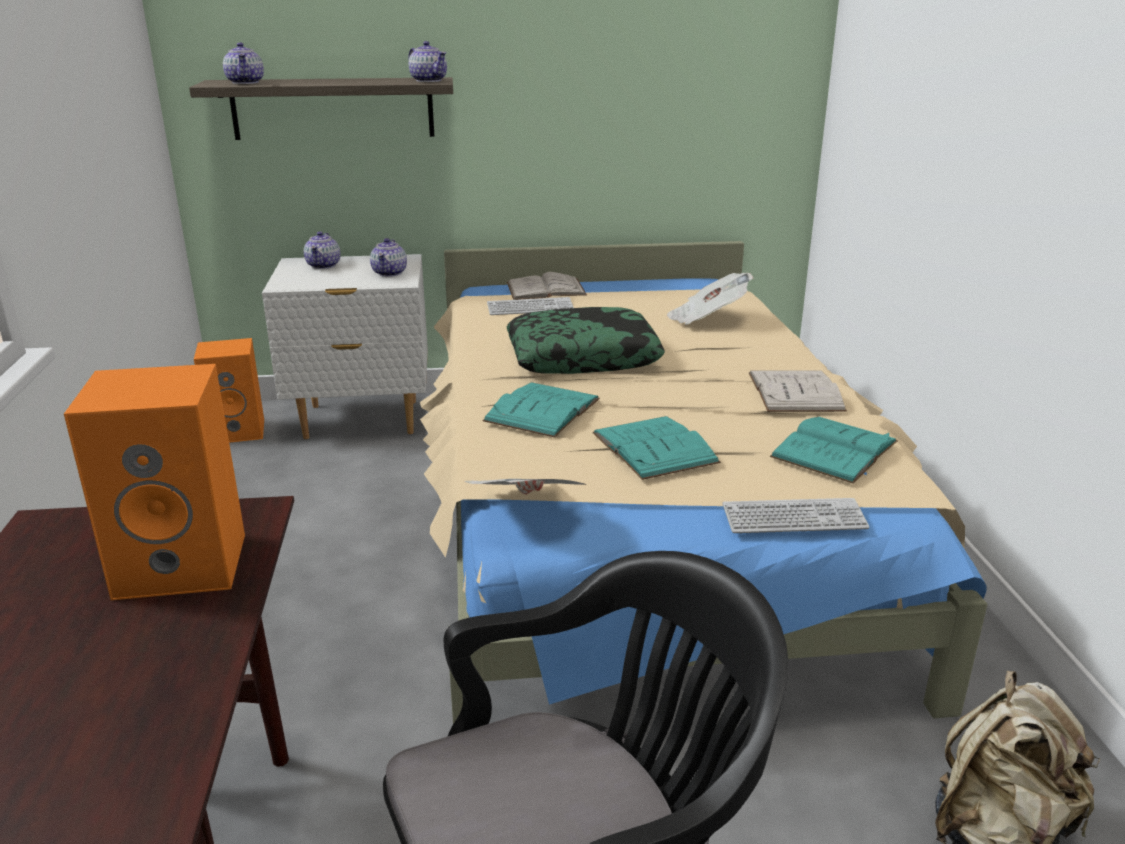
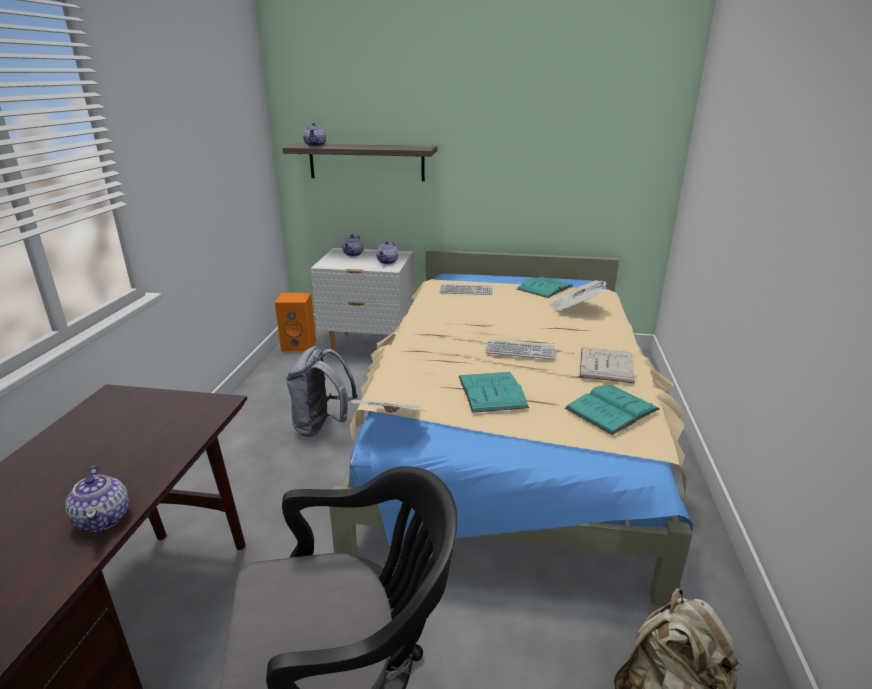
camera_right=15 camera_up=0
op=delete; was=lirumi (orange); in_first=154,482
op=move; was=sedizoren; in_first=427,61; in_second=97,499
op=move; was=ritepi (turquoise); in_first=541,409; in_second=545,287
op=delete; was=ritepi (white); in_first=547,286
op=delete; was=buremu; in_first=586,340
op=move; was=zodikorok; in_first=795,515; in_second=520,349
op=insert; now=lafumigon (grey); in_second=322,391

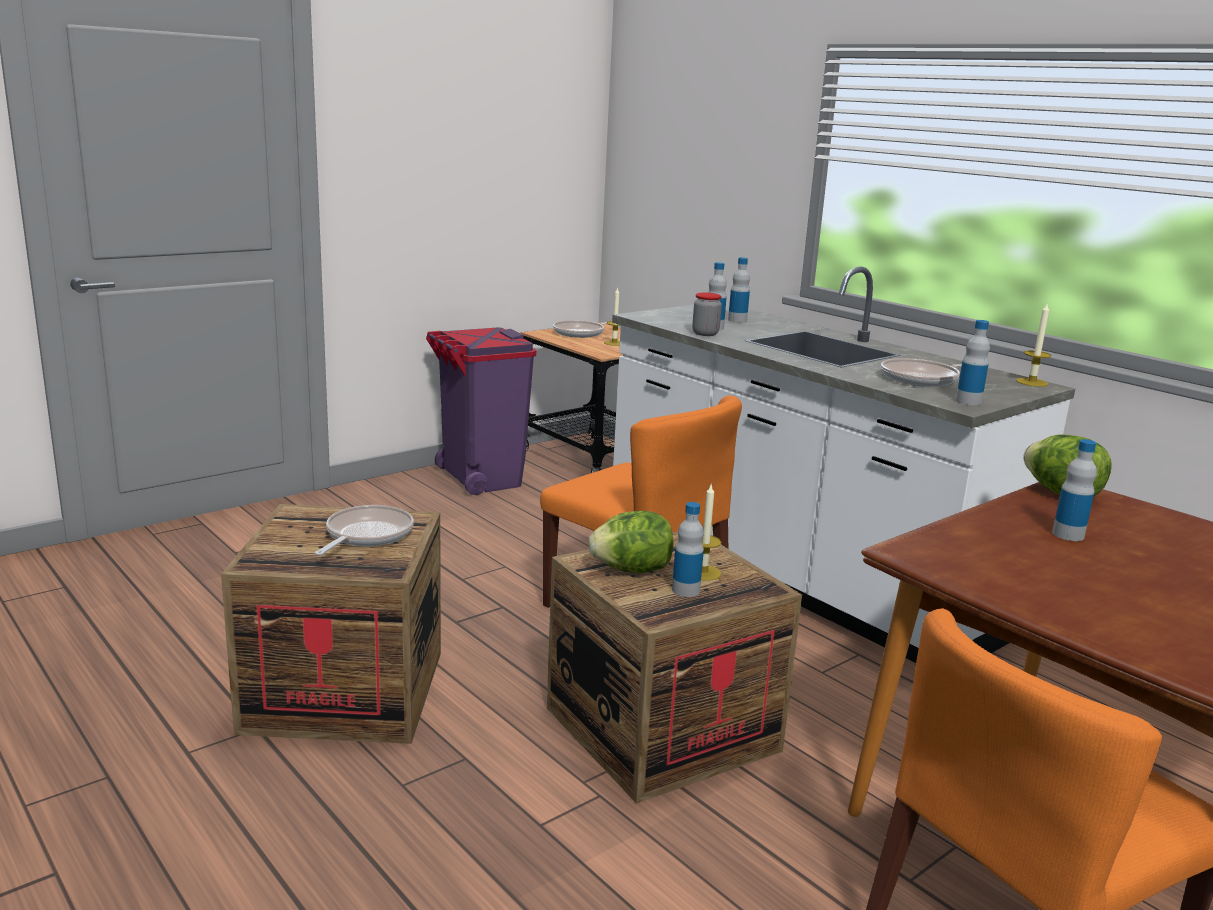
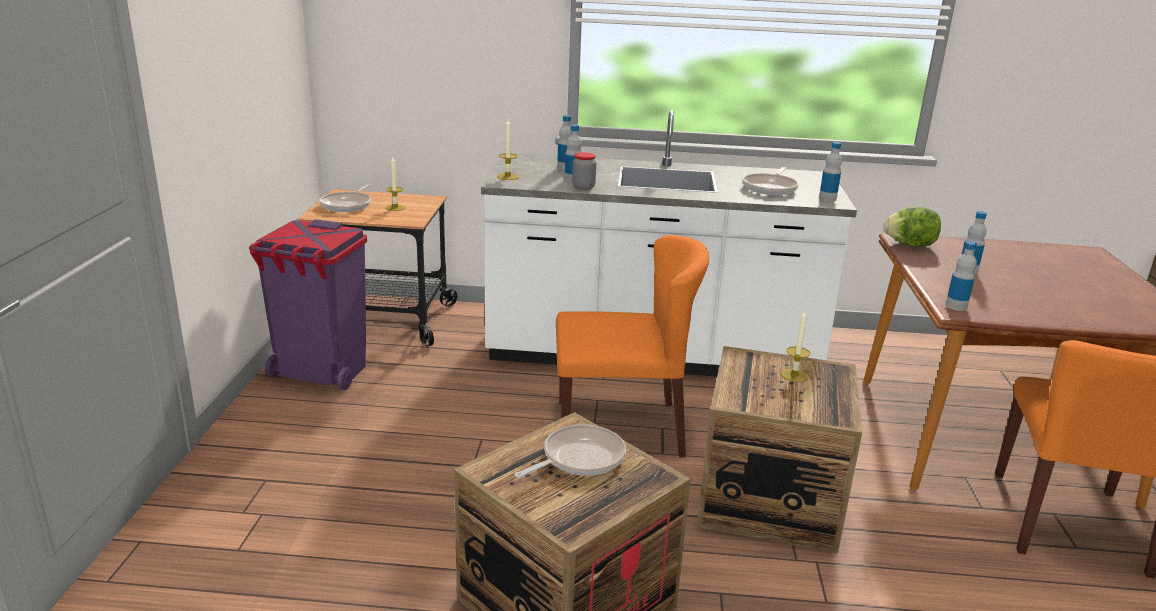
camera_right=-45 camera_up=5
op=rotate; was=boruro; in_first=364,530; in_second=570,451; clockwise=75
op=delete; was=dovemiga; in_first=631,542
op=move; was=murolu; in_first=688,549; in_second=961,276
op=move; was=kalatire; in_first=1033,345; in_second=508,149

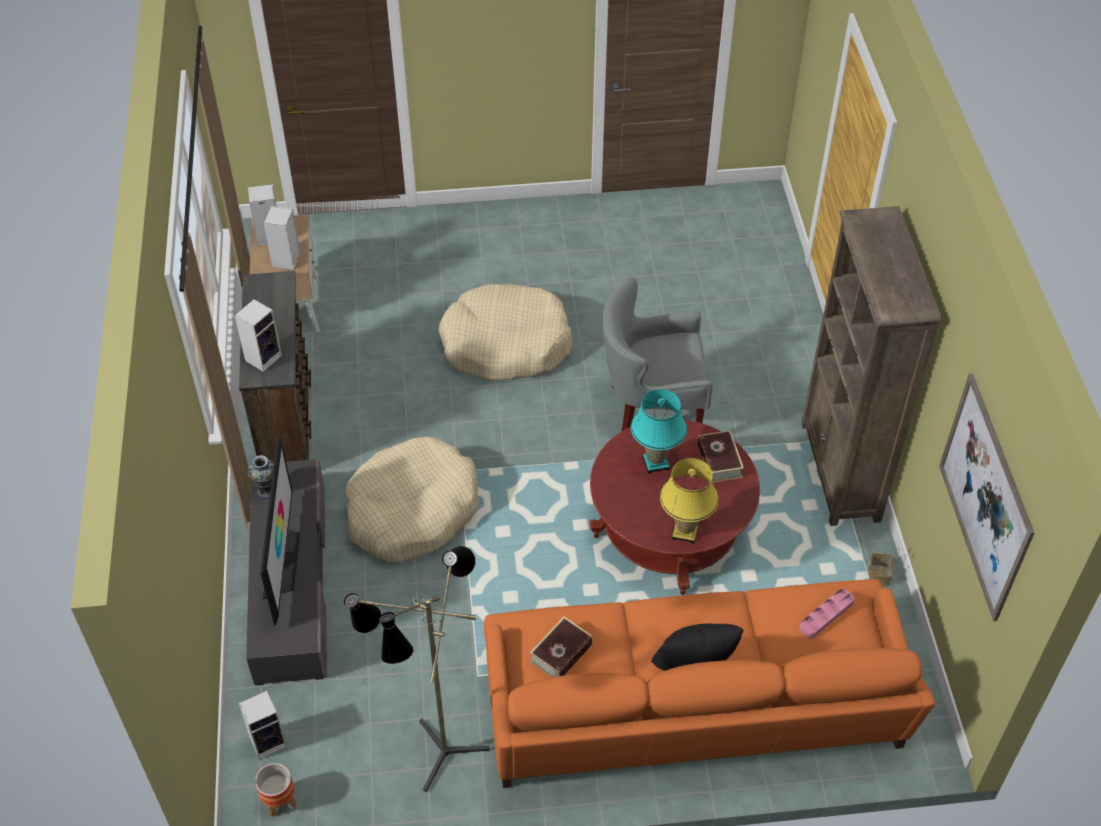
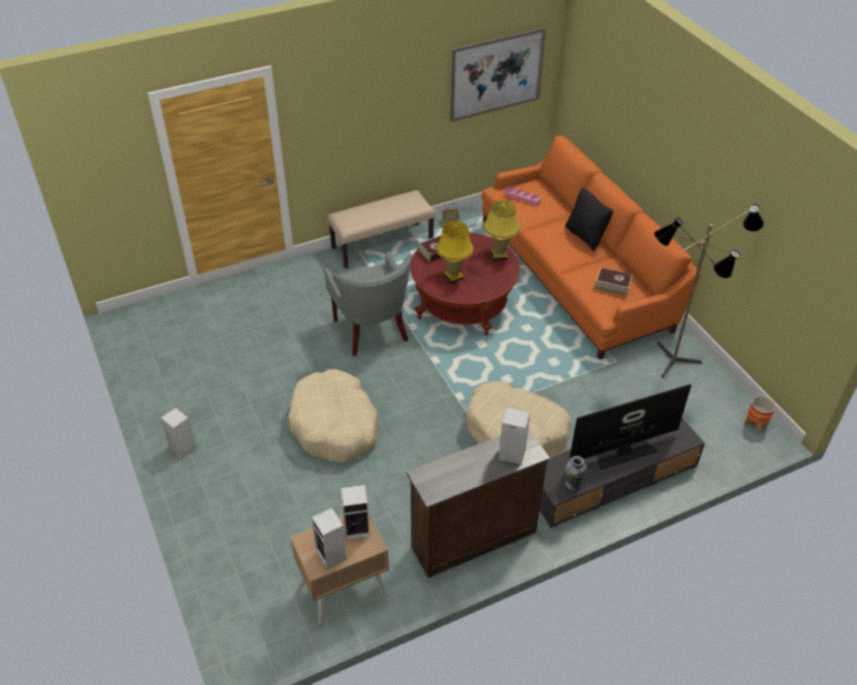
camera_right=-110 camera_up=-5
op=move; was=lirumi; in_first=263,725; in_second=179,433
op=recolor; was=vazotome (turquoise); now=vazotome (yellow); in_first=659,431; in_second=455,252
op=replace; was=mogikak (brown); now=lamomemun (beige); in_first=871,366; in_second=381,229

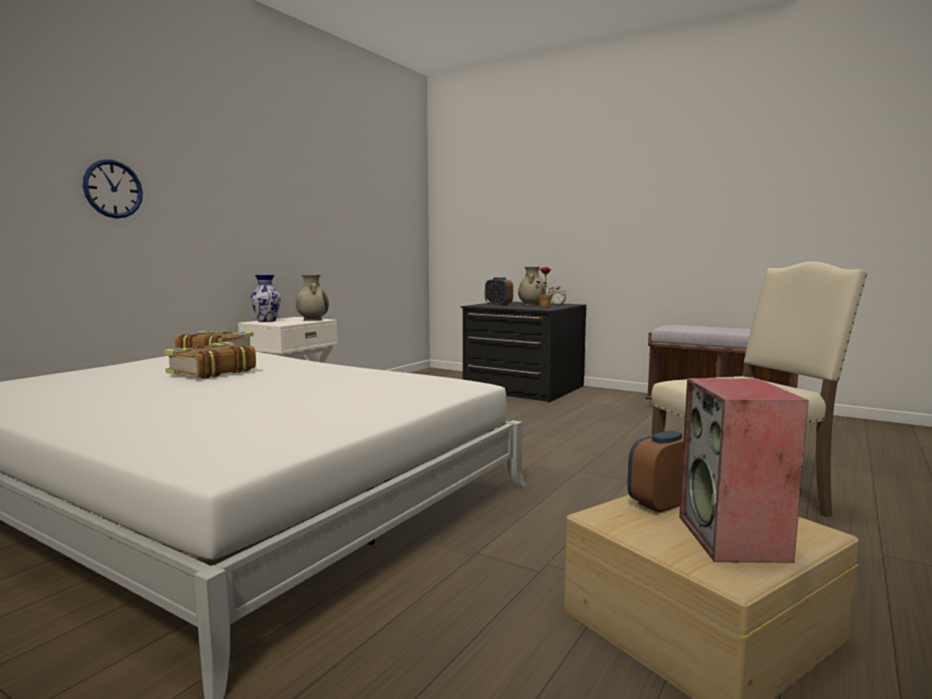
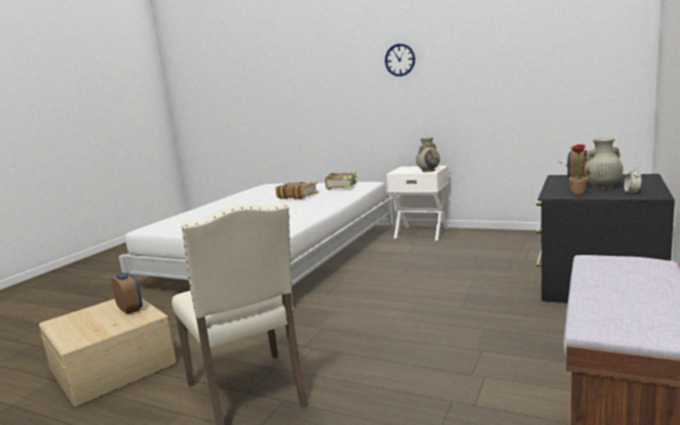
camera_right=85 camera_up=5
op=move; was=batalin; in_first=113,189; in_second=400,59
op=delete; was=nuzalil; in_first=265,298
op=delete; was=lirumi; in_first=744,470

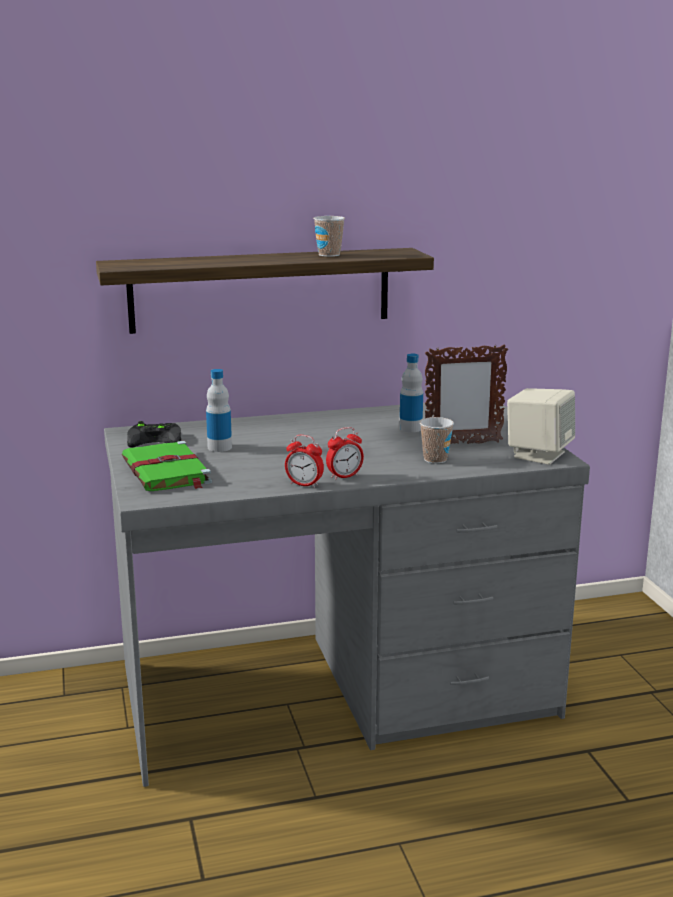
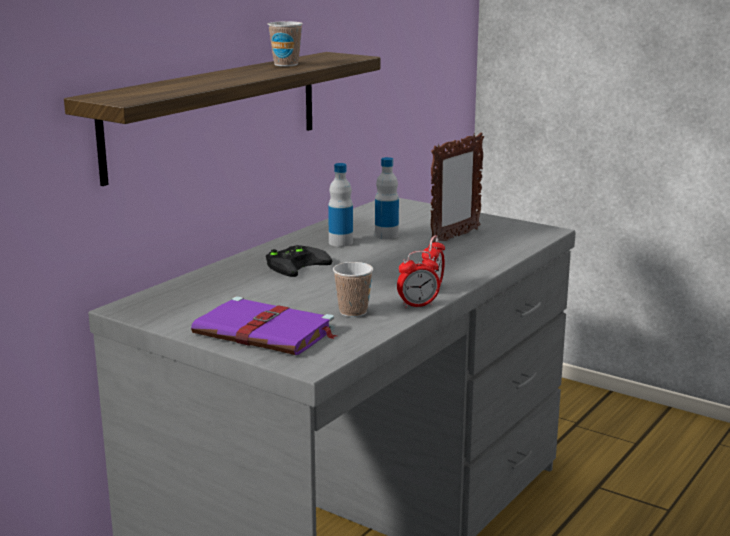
camera_right=-40 camera_up=0
op=recolor; was=ritepi (green); now=ritepi (purple); in_first=167,466; in_second=264,325
op=move; was=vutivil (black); in_first=154,434; in_second=299,261
op=move; was=murolu; in_first=219,410; in_second=340,205
op=move; was=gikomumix; in_first=436,440; in_second=353,289
op=delete; was=lirumi (beige); in_first=541,426

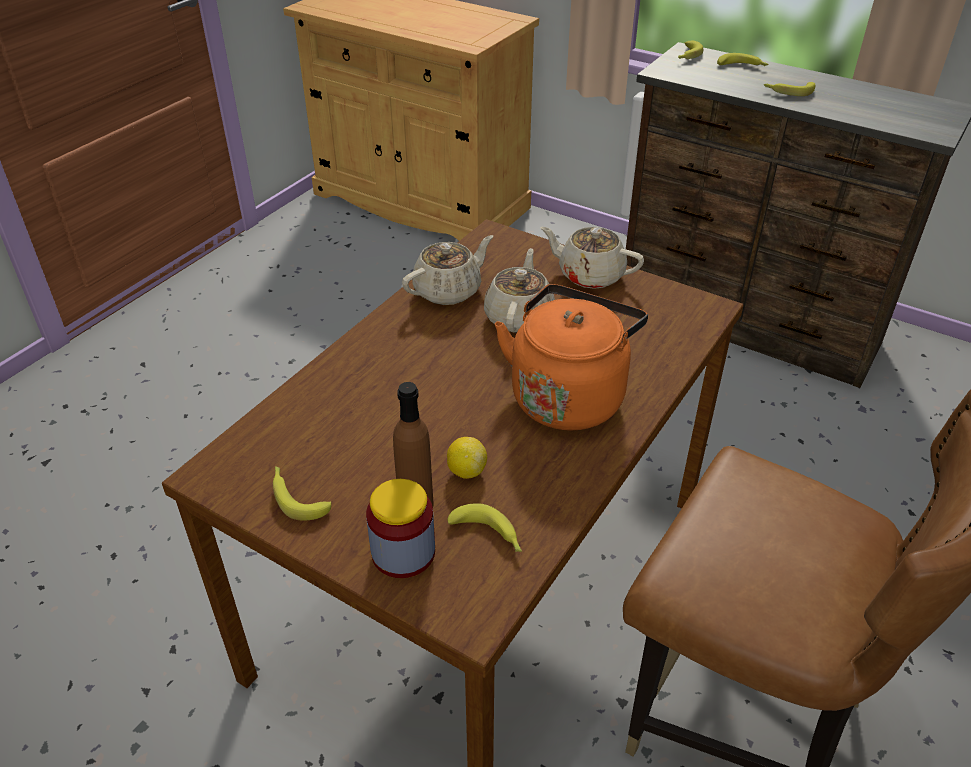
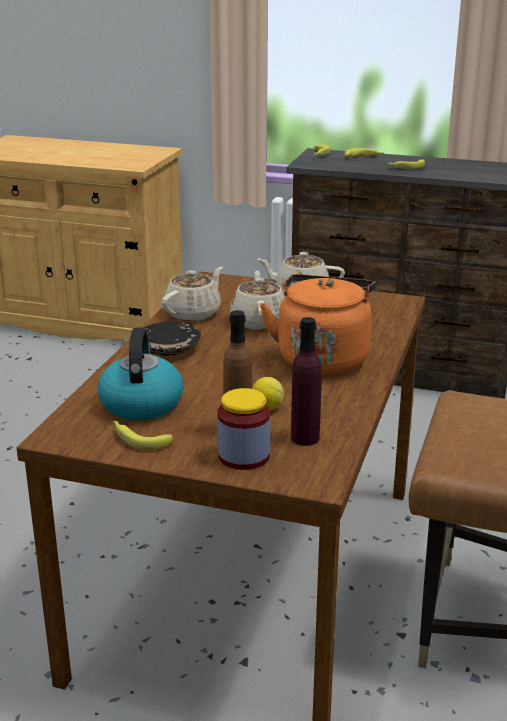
camera_right=-15 camera_up=-15
op=replace; was=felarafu; now=murolu (purple); in_first=484,527; in_second=306,381
op=insert; now=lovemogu; in_second=141,374
op=insert; now=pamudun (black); in_second=172,339

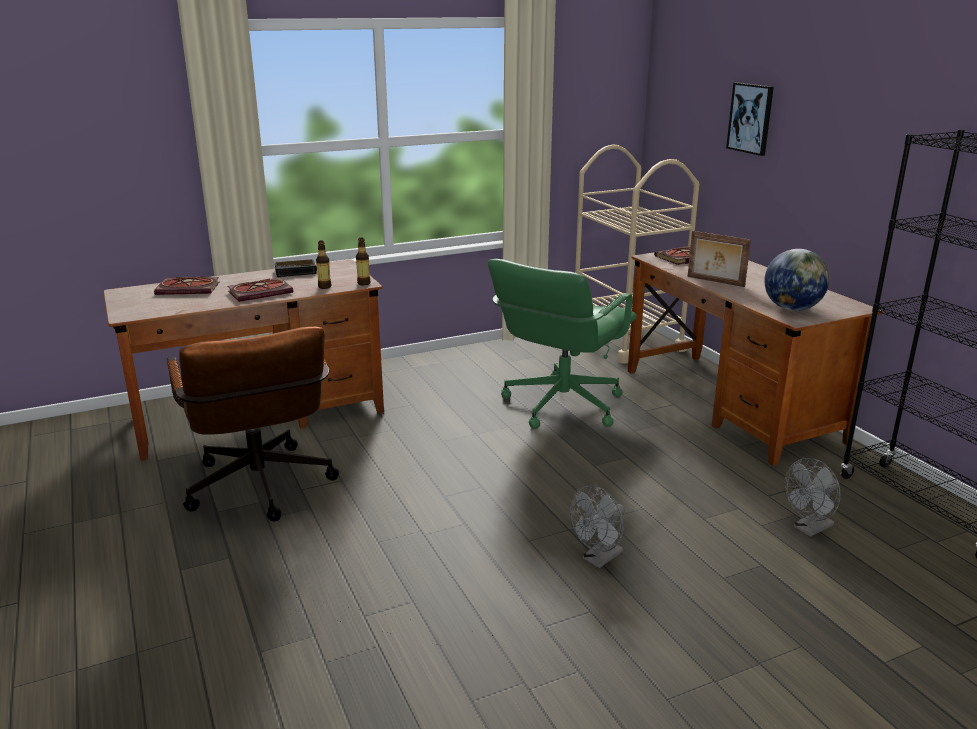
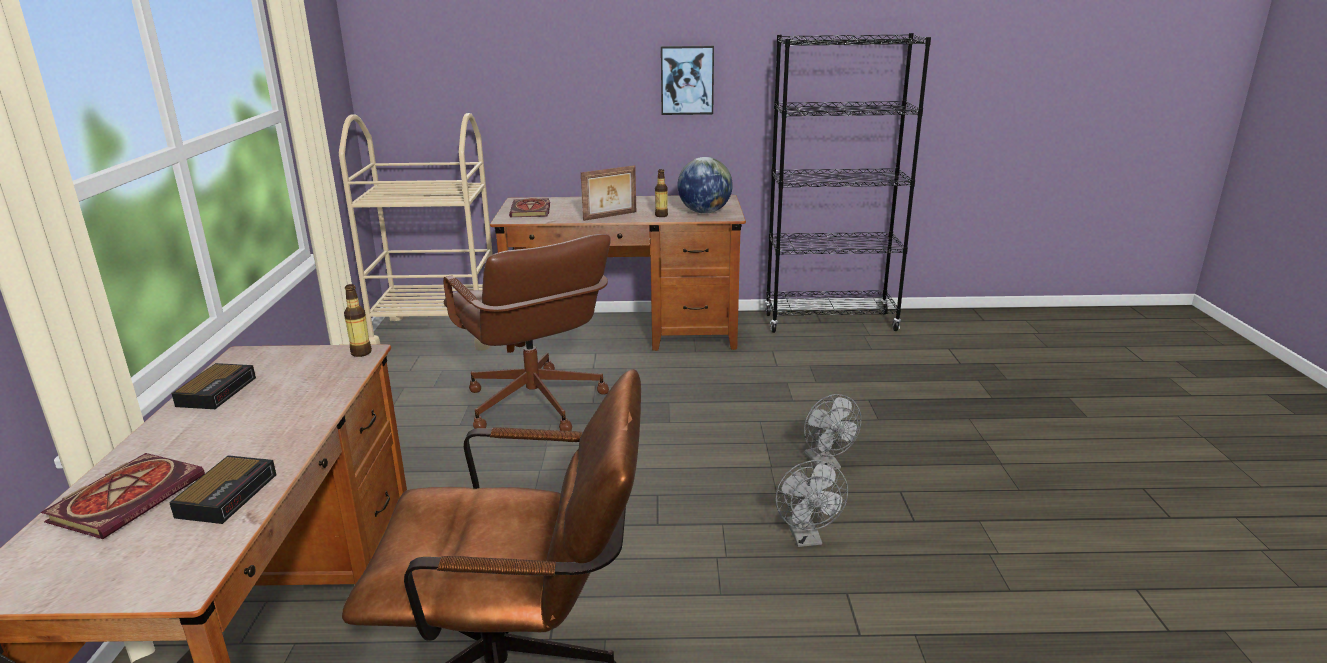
camera_right=-65 camera_up=0
op=delete; was=ritepi; in_first=260,290
op=move; was=murolu; in_first=323,264; in_second=661,193
op=recolor; was=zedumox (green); now=zedumox (brown); in_first=562,344; in_second=527,332
op=move; was=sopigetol; in_first=750,119; in_second=687,80
op=move; was=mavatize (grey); in_first=812,497; in_second=812,503
op=insert; now=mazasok; in_second=222,489

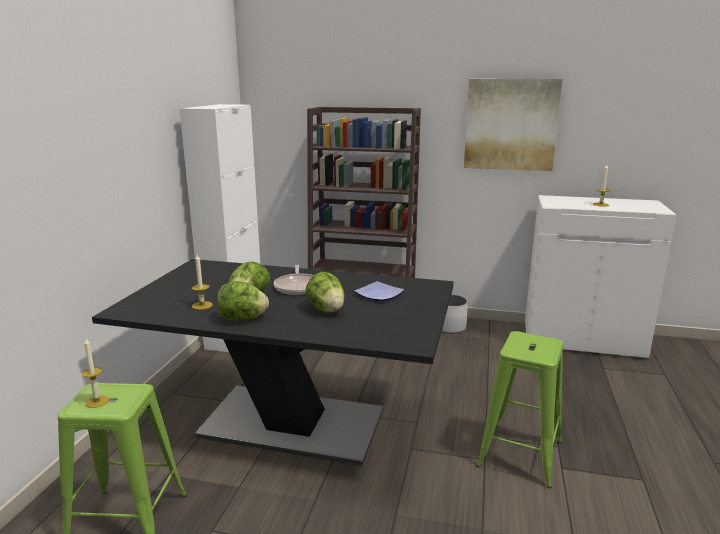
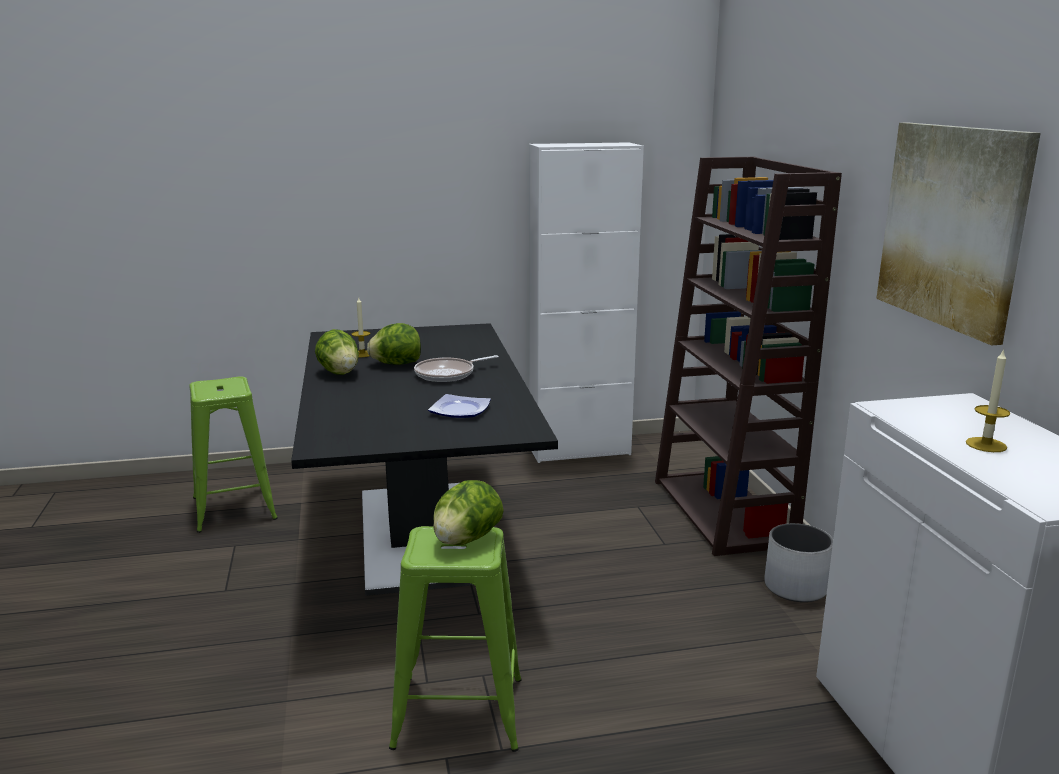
camera_right=65 camera_up=0
op=delete; was=kalatire; in_first=95,373
op=move; was=dovemiga; in_first=325,292; in_second=468,512

